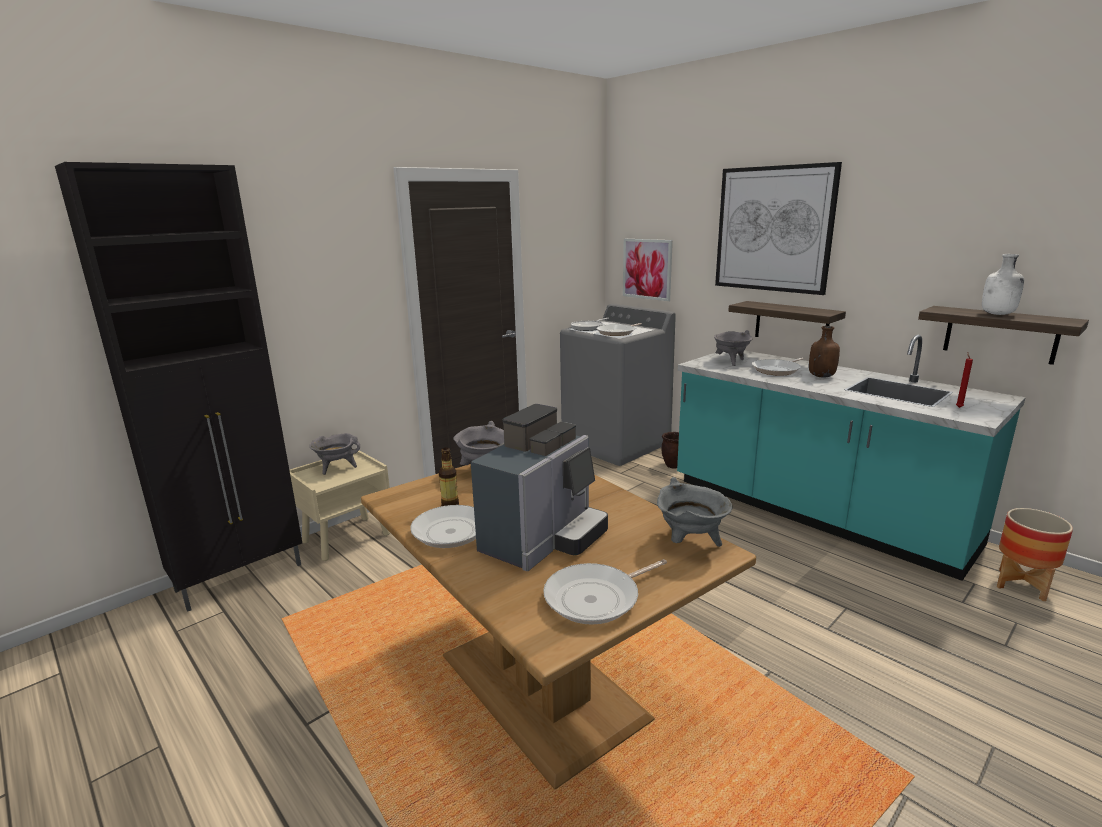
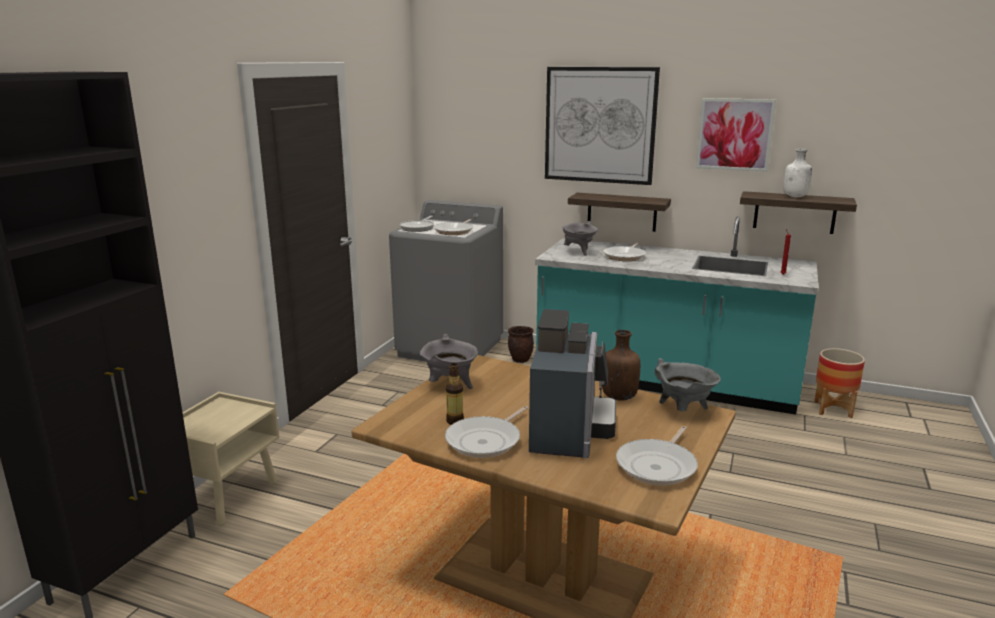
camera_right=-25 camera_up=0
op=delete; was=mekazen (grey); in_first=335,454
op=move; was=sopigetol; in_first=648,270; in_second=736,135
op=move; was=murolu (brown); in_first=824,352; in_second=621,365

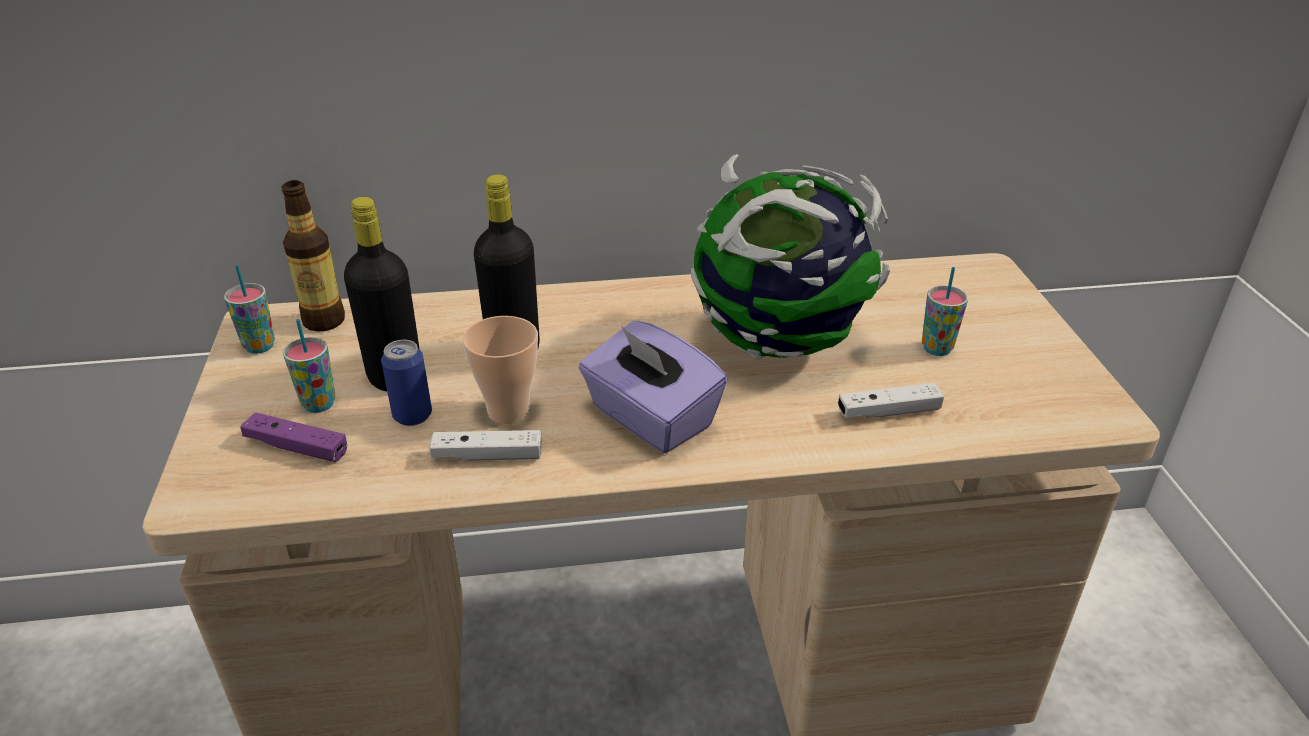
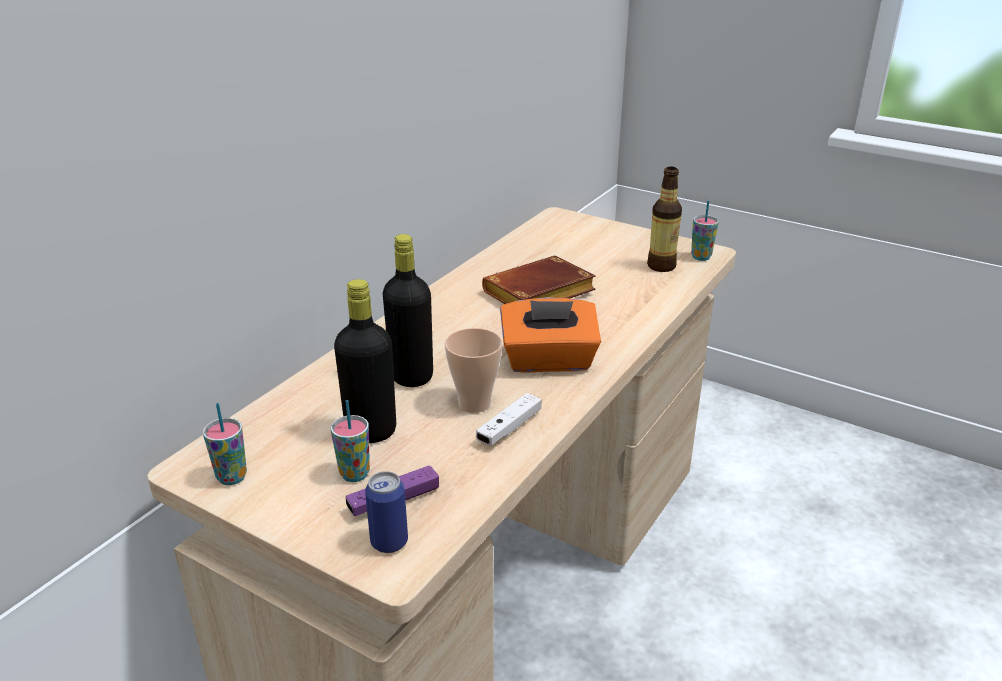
camera_right=-50 camera_up=-5
op=move; was=murolu; in_first=313,256; in_second=664,219
op=move; was=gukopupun; in_first=406,383; in_second=386,512
op=recolor; was=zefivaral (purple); now=zefivaral (orange); in_first=653,387; in_second=550,335
op=replace; was=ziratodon; now=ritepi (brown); in_first=790,257; in_second=539,280
op=delete; was=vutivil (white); in_first=891,400
op=move; was=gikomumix; in_first=945,311; in_second=705,231

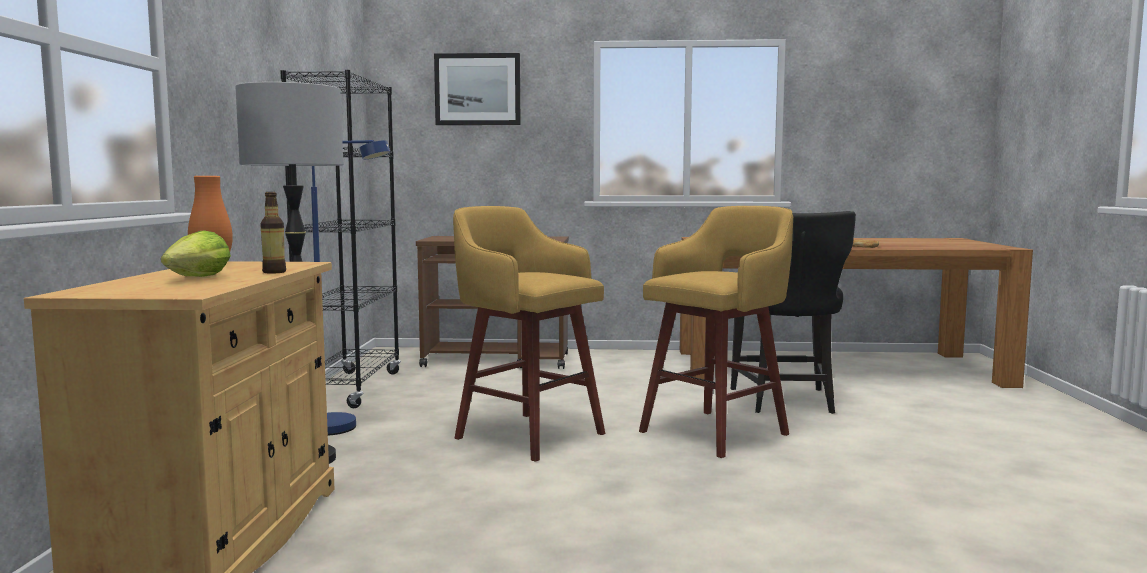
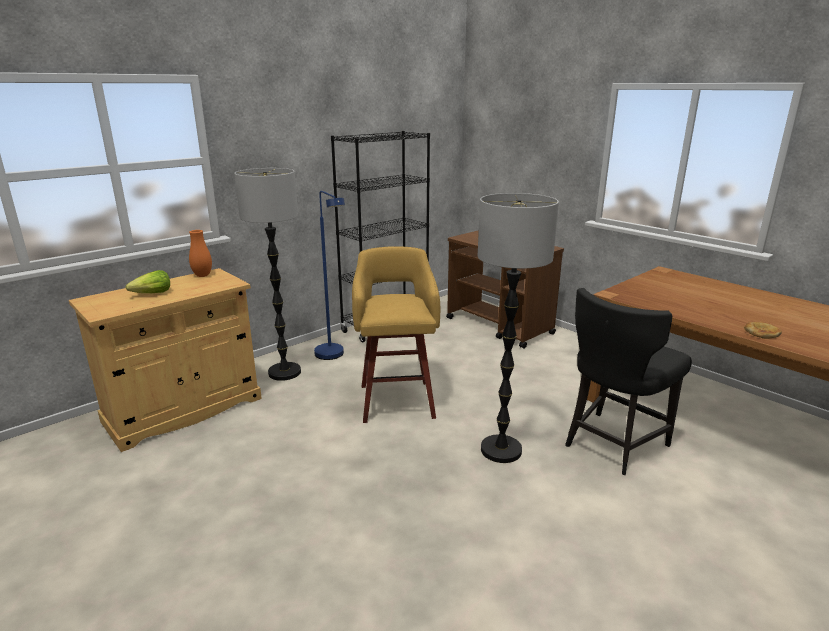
camera_right=45 camera_up=15
op=delete; was=murolu; in_first=273,233
op=delete; was=sopigetol; in_first=477,89
op=replace; was=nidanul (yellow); now=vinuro; in_first=716,332; in_second=518,328

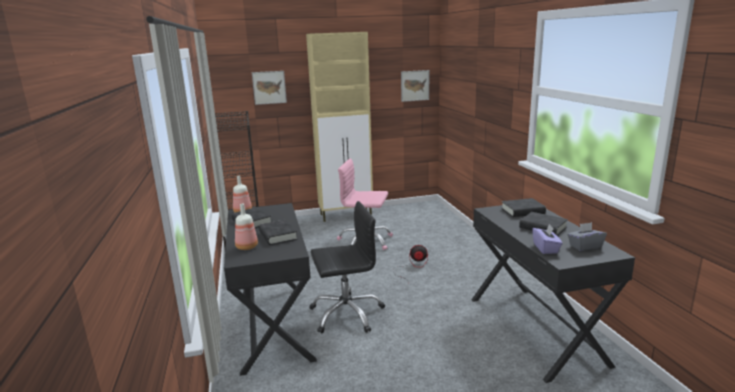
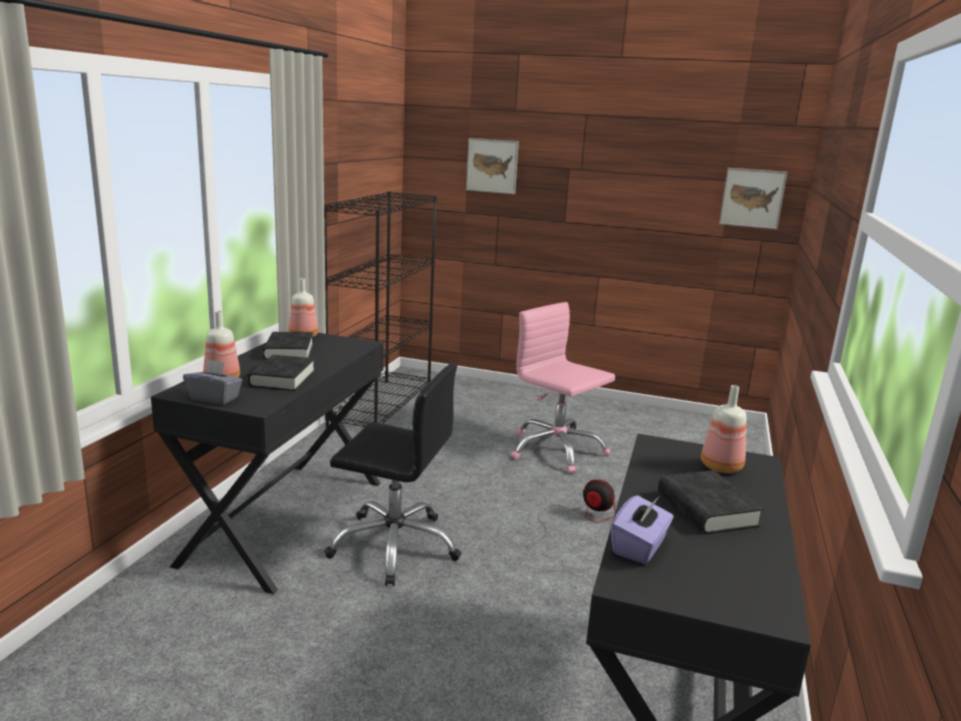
camera_right=30 camera_up=0
op=delete; was=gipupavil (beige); in_first=339,127
op=replace; was=ritepi (black); now=murolu; in_first=523,207; in_second=724,429
op=move; was=zefivaral (grey); in_first=587,236; in_second=213,382

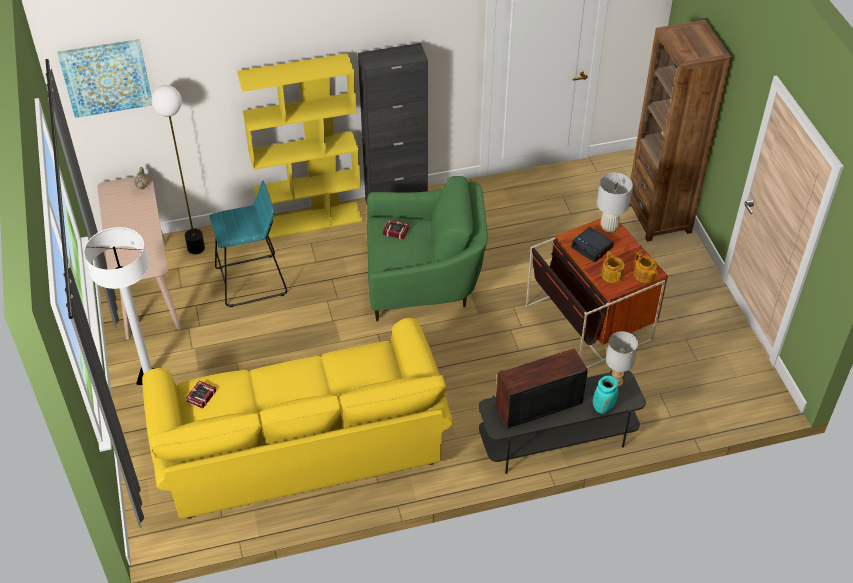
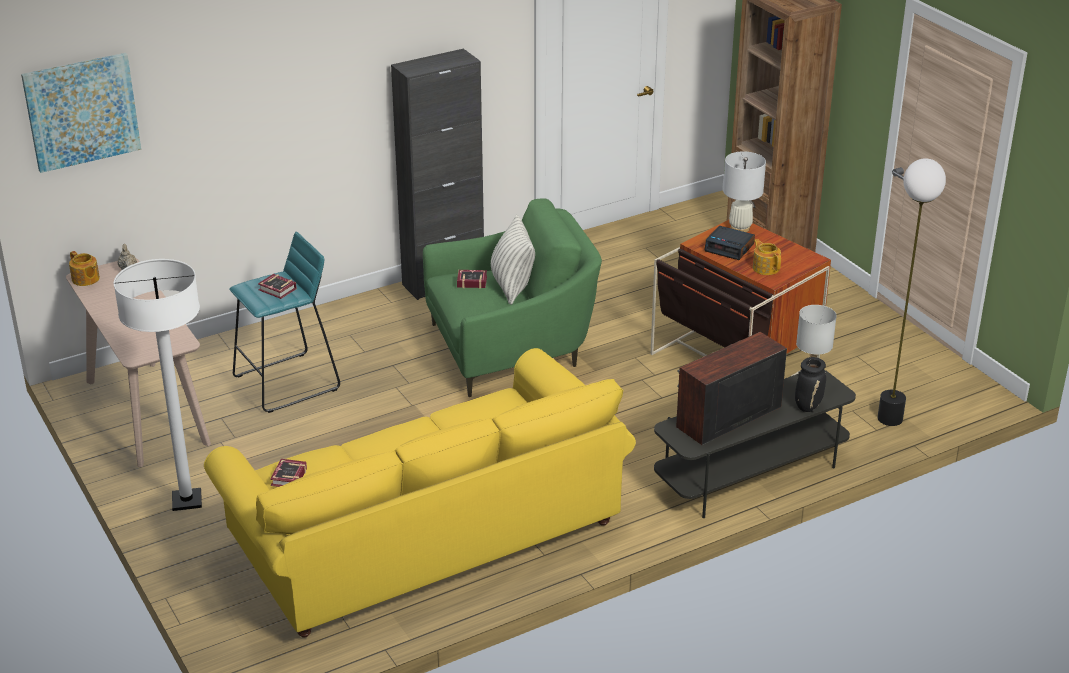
camera_right=-15 camera_up=-15
op=move; was=vinuro; in_first=178,169; in_second=912,292
op=delete; was=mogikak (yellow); in_first=300,146
op=recolor; was=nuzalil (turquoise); now=nuzalil (black); in_first=606,395; in_second=810,384
op=move; was=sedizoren; in_first=646,267; in_second=84,268
op=insert; now=ritepi; in_second=277,286
op=insert; now=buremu; in_second=513,260

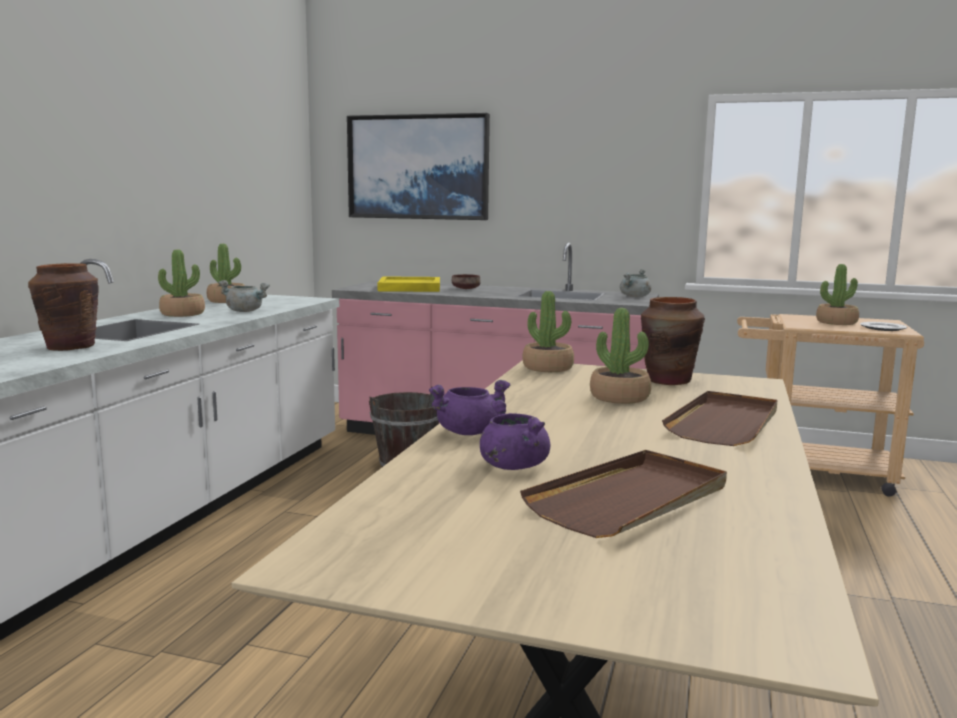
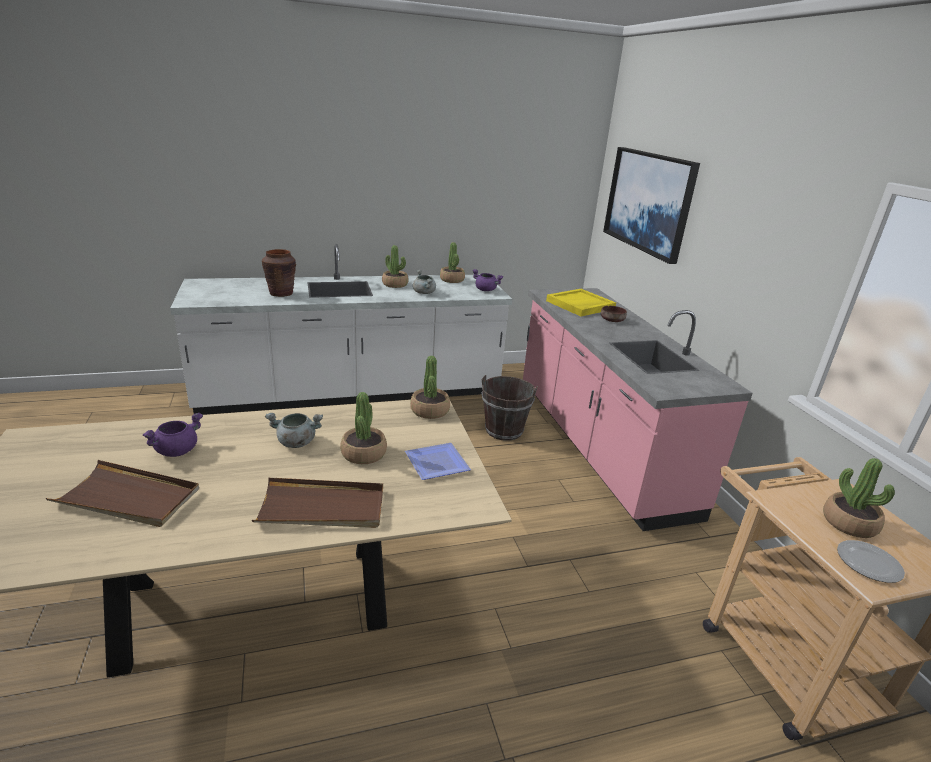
camera_right=55 camera_up=15
op=move; was=mekazen (purple); in_first=469,407; in_second=487,280
op=move; was=mekazen (grey); in_first=635,283; in_second=294,430
op=replace; was=nuzalil (brown); now=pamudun; in_first=672,341; in_second=438,461

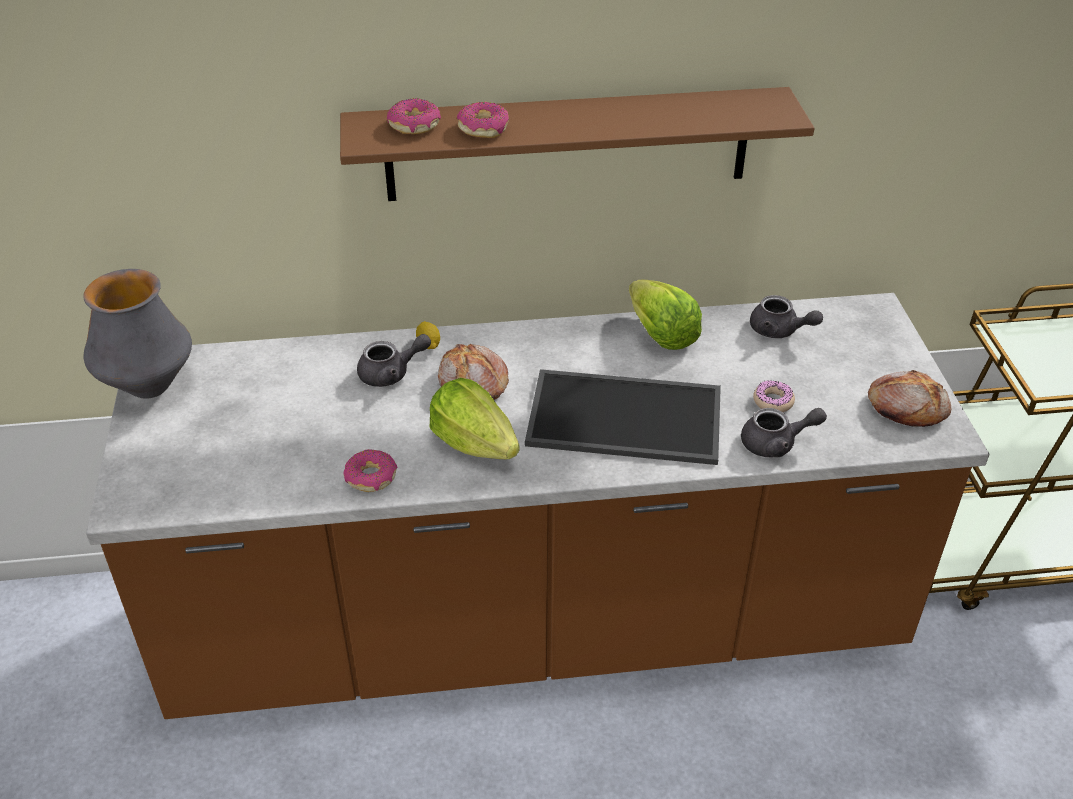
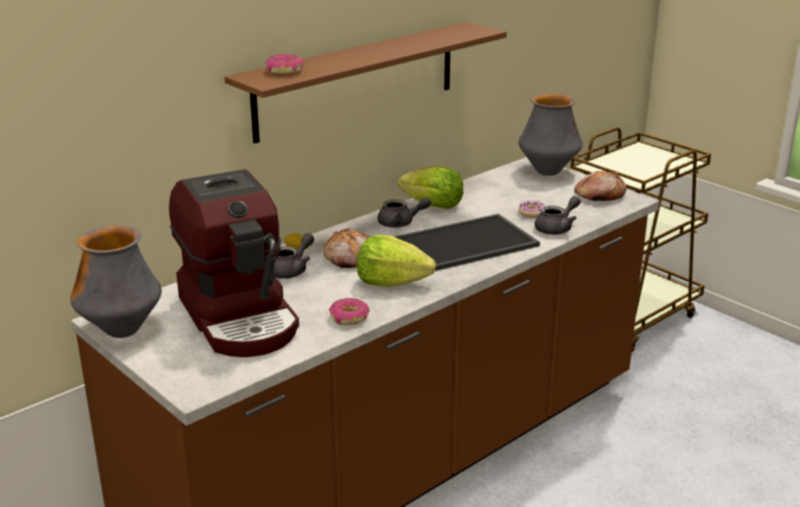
camera_right=-35 camera_up=-15
op=delete; was=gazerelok; in_first=483,120
op=move; was=sedizoren (grey); in_first=786,316; in_second=404,212
op=insert; now=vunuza; in_second=234,263
op=insert; now=nuzalil; in_second=550,135

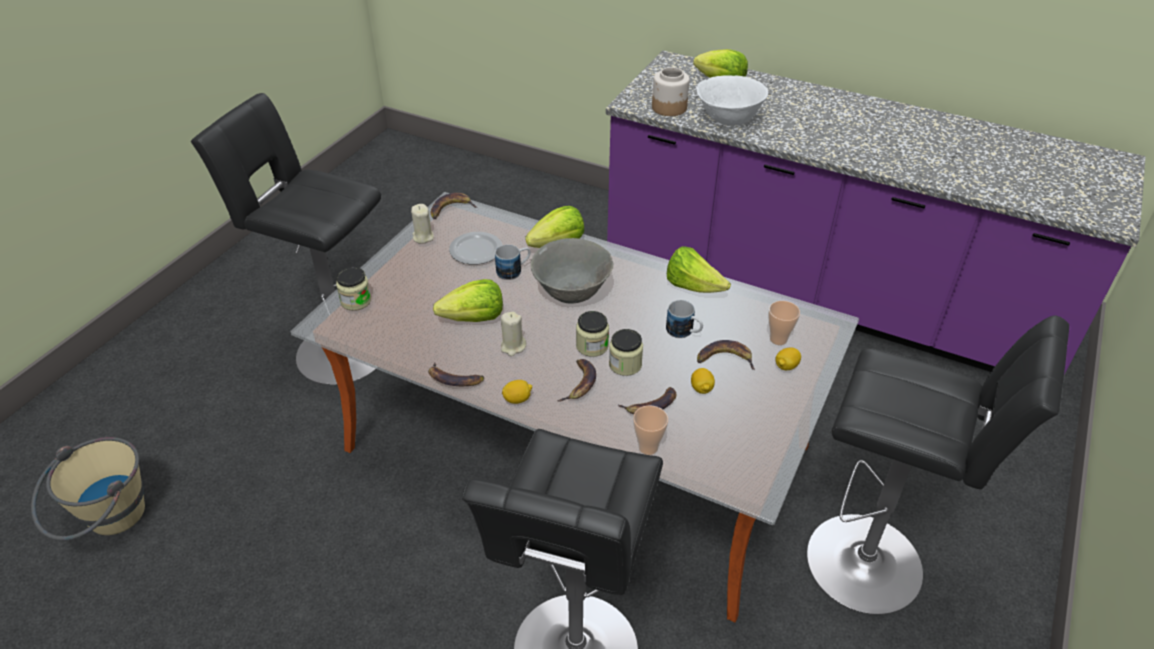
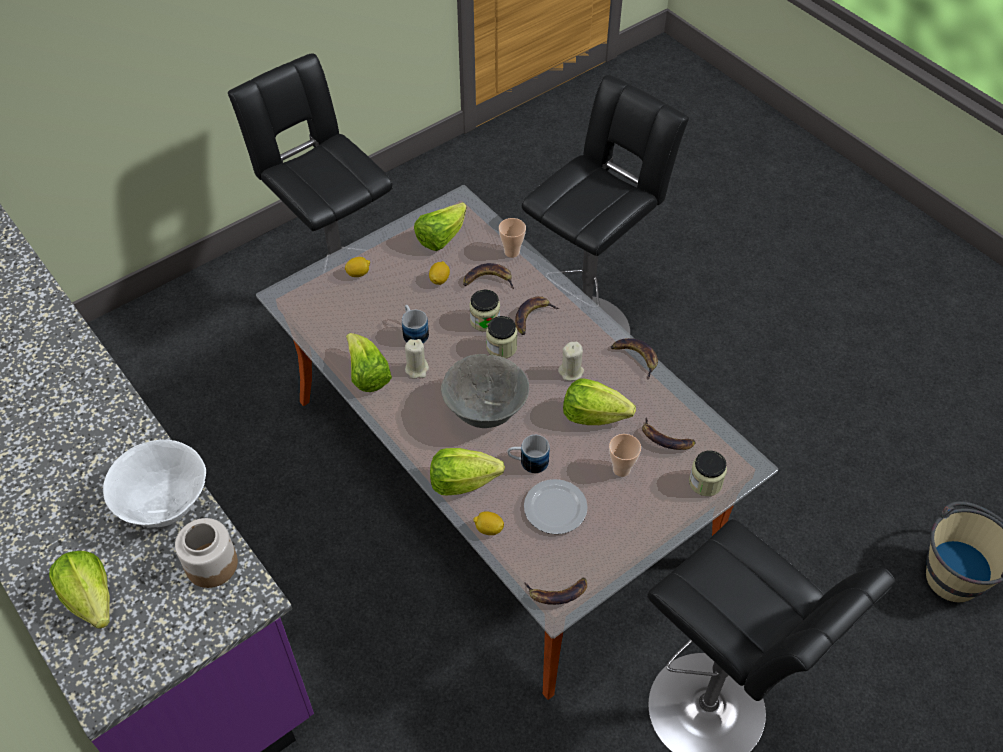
camera_right=-155 camera_up=10
op=move; was=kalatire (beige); in_first=422,223; in_second=417,359
op=move; was=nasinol; in_first=517,392; in_second=488,523
op=move; was=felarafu; in_first=726,355; in_second=669,433
op=move; was=gikomumix; in_first=784,323; in_second=625,455
op=insert; now=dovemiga; in_second=440,226

